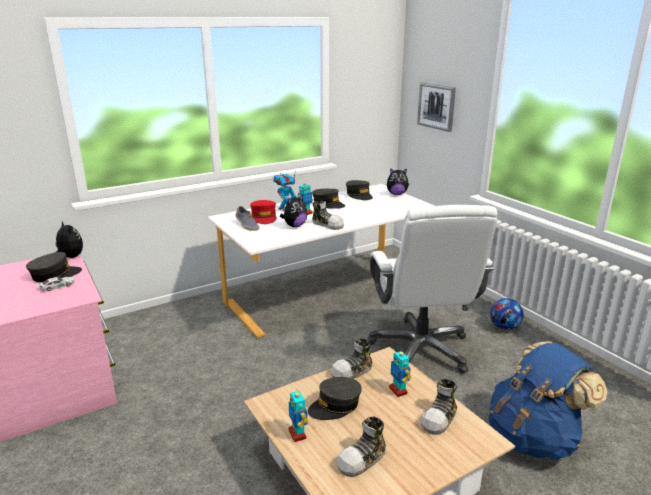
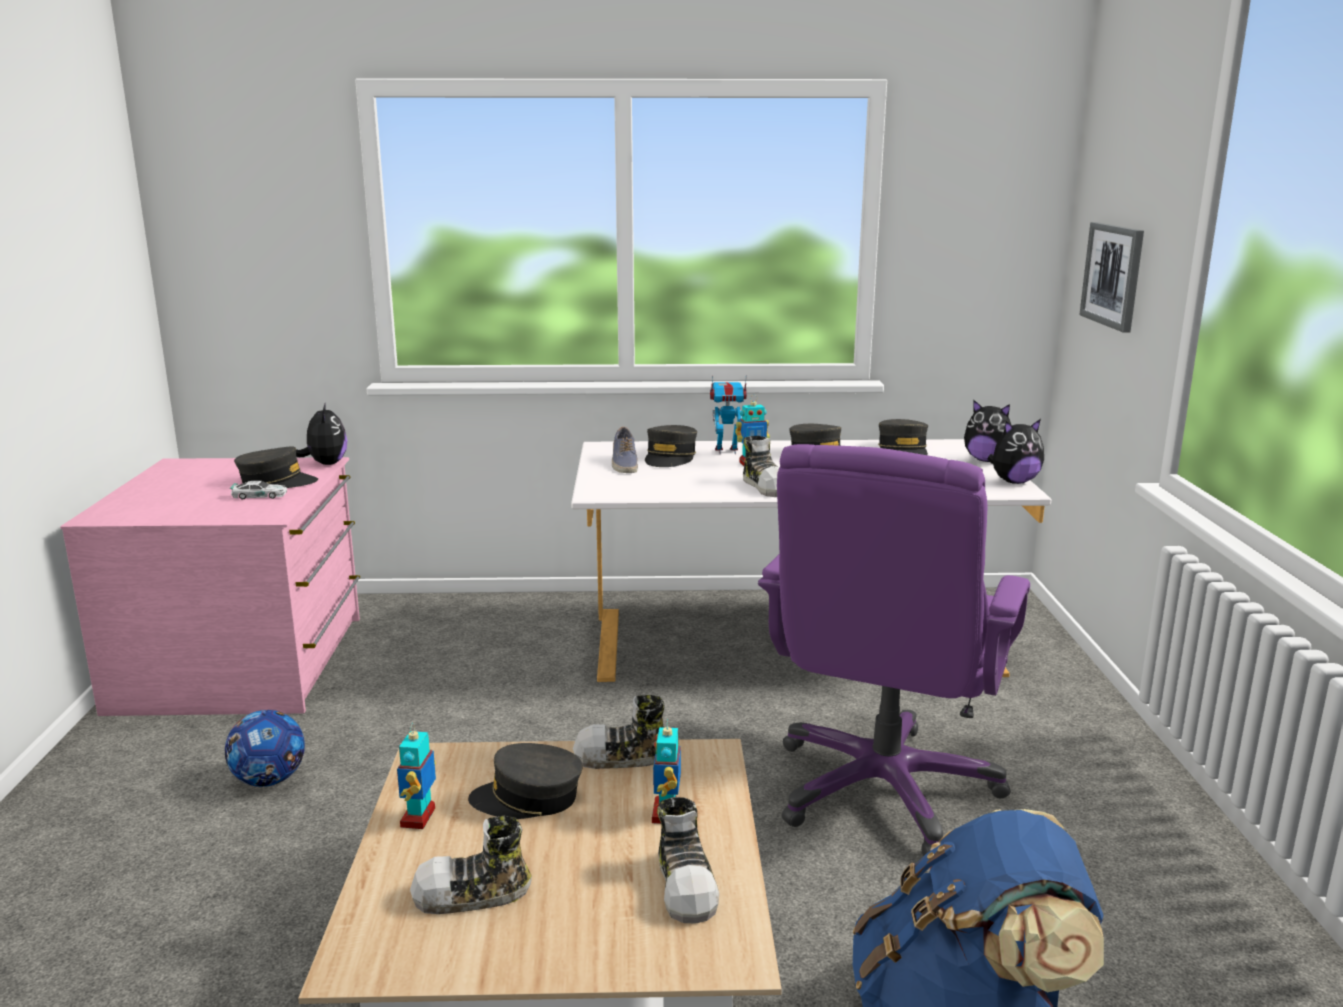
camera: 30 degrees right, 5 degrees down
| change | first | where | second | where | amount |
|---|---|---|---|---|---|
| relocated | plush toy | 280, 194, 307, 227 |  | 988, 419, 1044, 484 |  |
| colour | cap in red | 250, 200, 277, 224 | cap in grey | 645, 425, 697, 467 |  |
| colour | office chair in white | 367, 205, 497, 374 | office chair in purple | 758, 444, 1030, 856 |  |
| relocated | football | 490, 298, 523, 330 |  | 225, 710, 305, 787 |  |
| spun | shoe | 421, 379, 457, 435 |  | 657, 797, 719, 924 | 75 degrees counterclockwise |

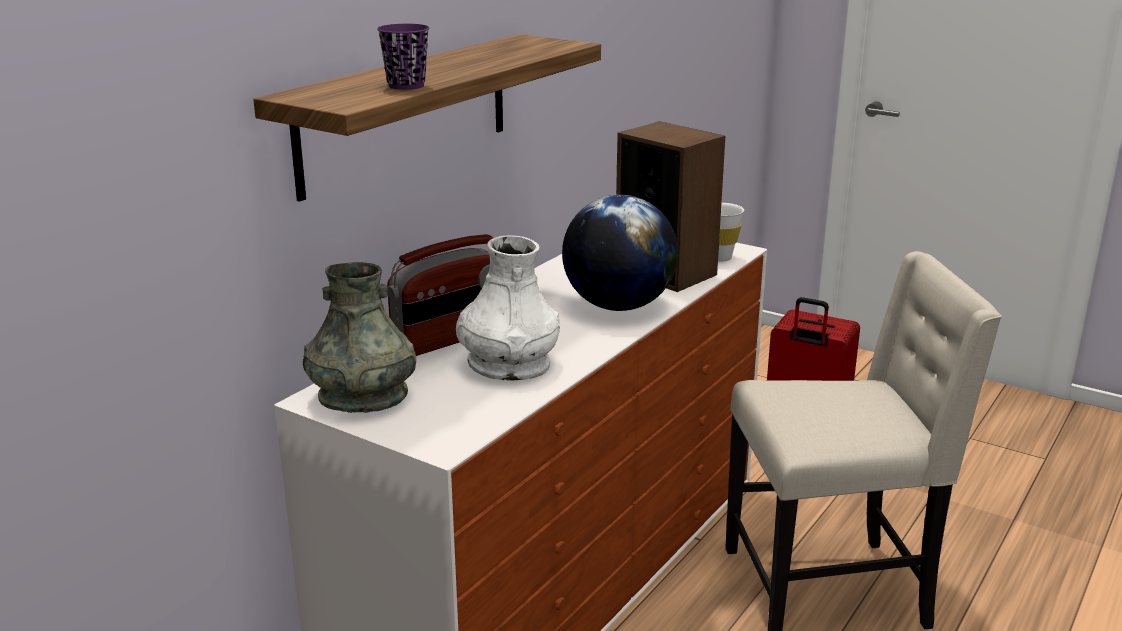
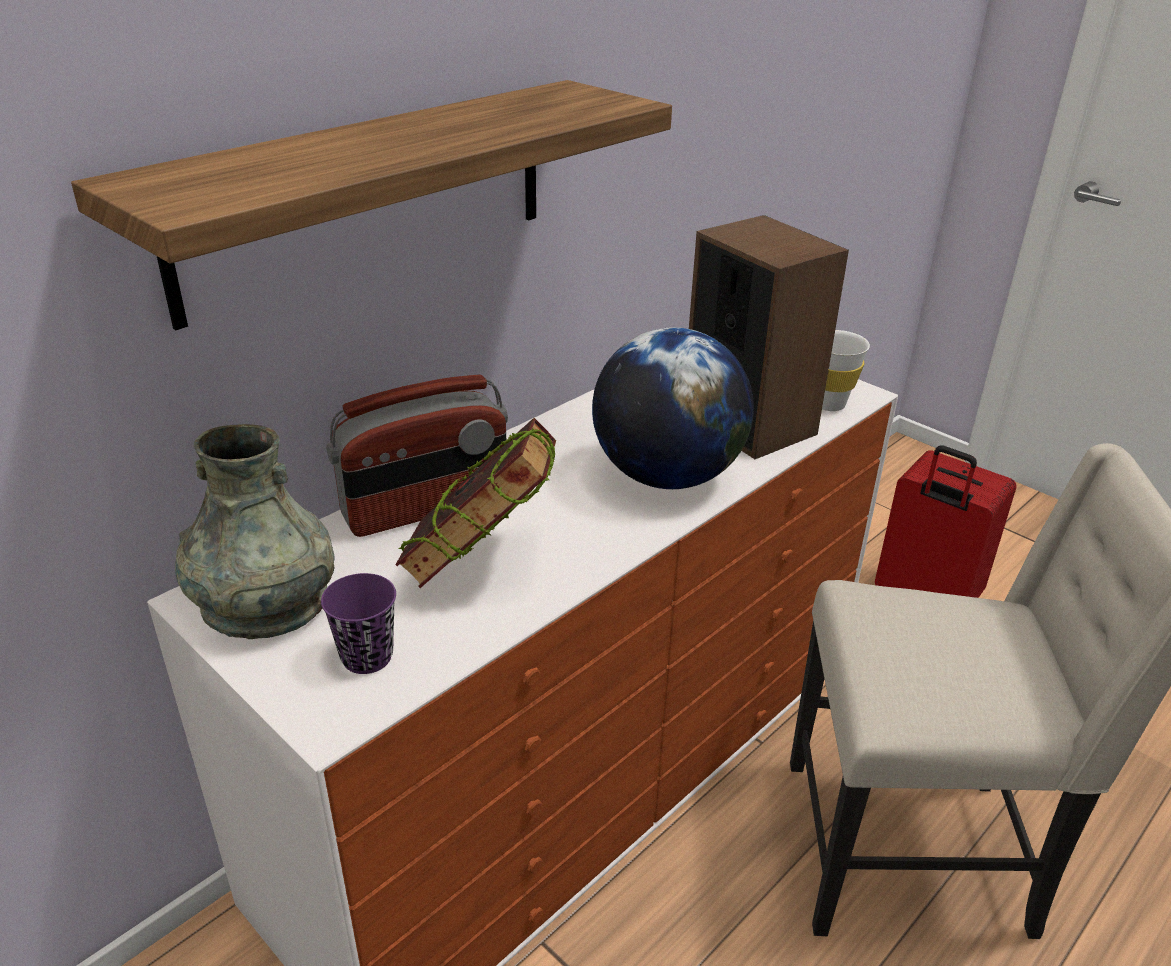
camera: 10 degrees right, 10 degrees up
| change | first | where | second | where | amount |
|---|---|---|---|---|---|
| relocated | cup in purple | 377, 24, 429, 90 |  | 321, 573, 396, 674 |  |
| exchanged | vase in white | 456, 235, 560, 381 | book | 395, 418, 556, 588 |  |

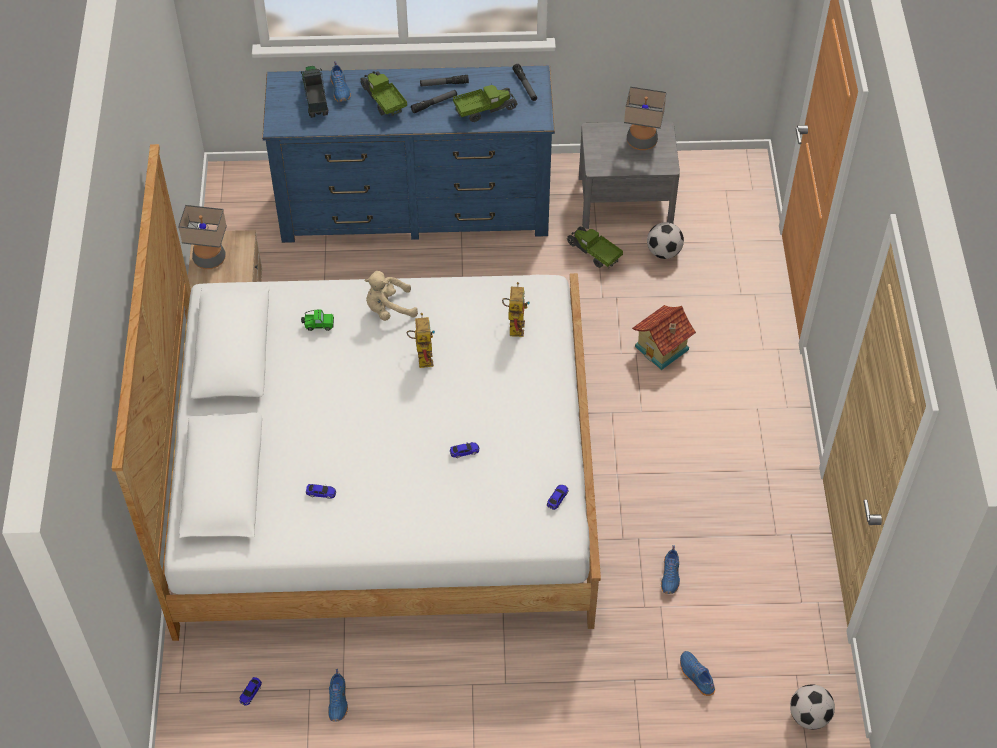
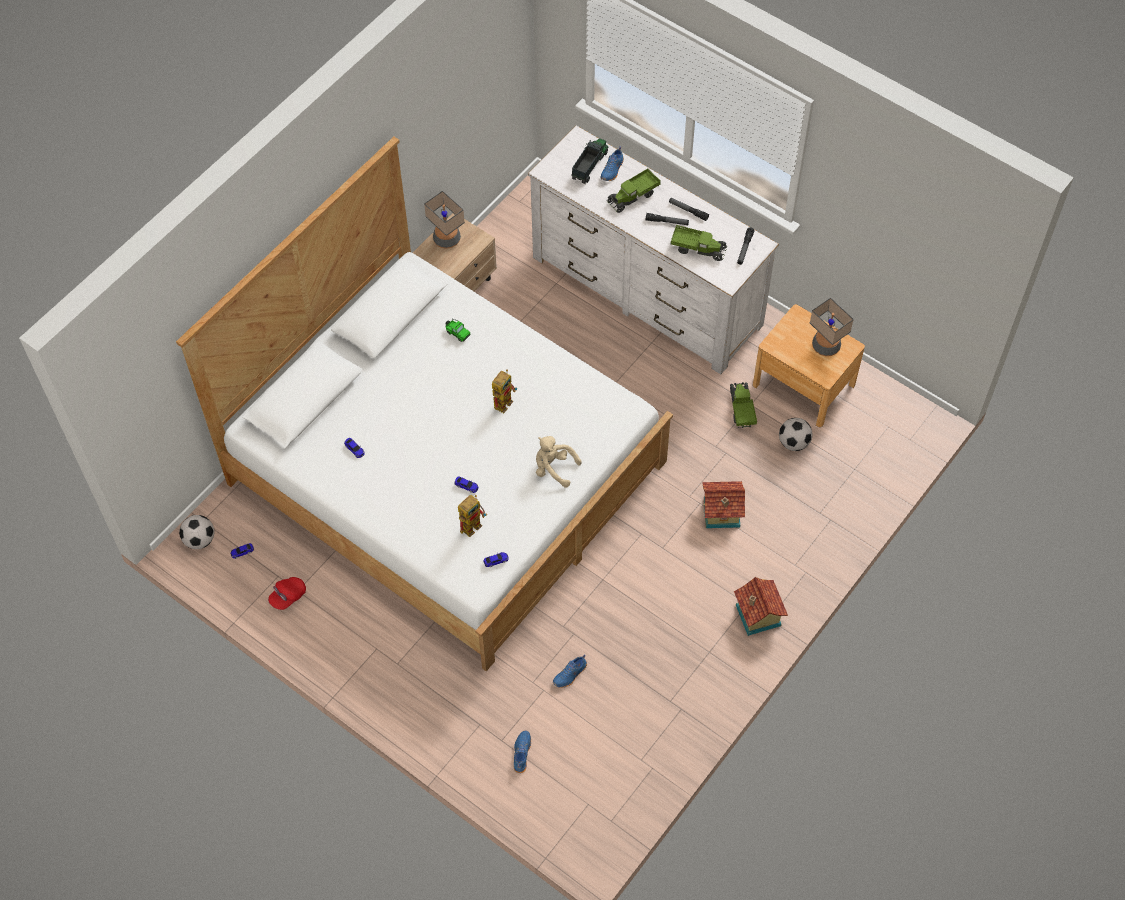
camera: 40 degrees right, 5 degrees up
| change | first | where | second | where | amount |
|---|---|---|---|---|---|
| colour | dresser in blue | 262, 65, 555, 243 | dresser in white | 528, 125, 779, 374 |  |
| spun | toy truck | 360, 71, 407, 116 |  | 607, 168, 661, 213 | 135 degrees counterclockwise |
| colour | nightstand in grey | 579, 121, 680, 229 | nightstand in brown | 753, 304, 865, 427 |  |
| relocated | plush toy in beige | 364, 271, 418, 321 |  | 536, 436, 582, 488 |  |
| relocated | toy robot | 502, 282, 530, 337 |  | 458, 495, 487, 537 |  |
| exchanged | shoe in blue | 328, 669, 348, 722 | cap in red | 268, 577, 306, 610 |  |
| relocated | football | 790, 684, 835, 729 |  | 179, 515, 214, 549 |  |
| appeared |  |  | toy house | 734, 577, 788, 636 |  |

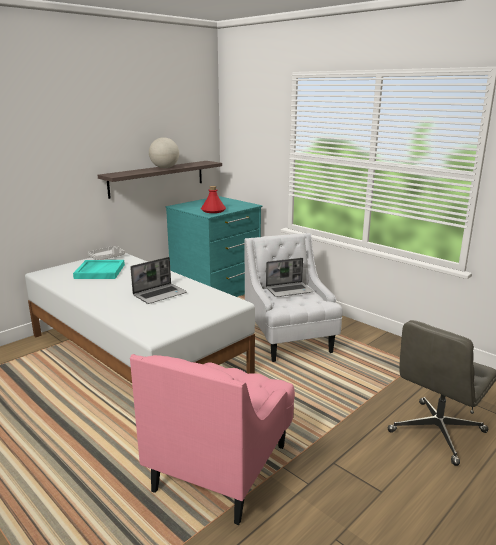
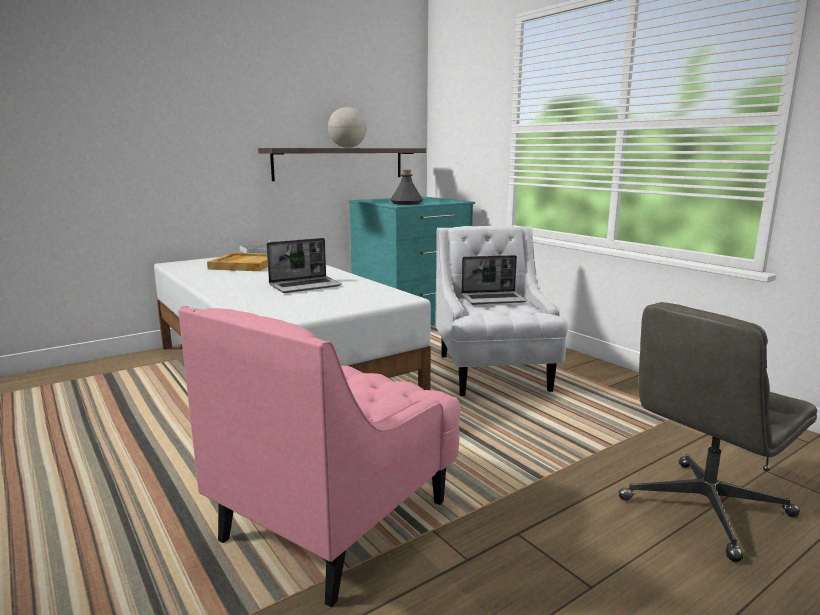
camera: 10 degrees right, 5 degrees down
| change | first | where | second | where | amount |
|---|---|---|---|---|---|
| colour | bottle in red | 201, 186, 226, 213 | bottle in grey | 390, 170, 423, 205 |  |
| colour | tray in turquoise | 73, 260, 125, 279 | tray in beige | 207, 253, 268, 271 |  |

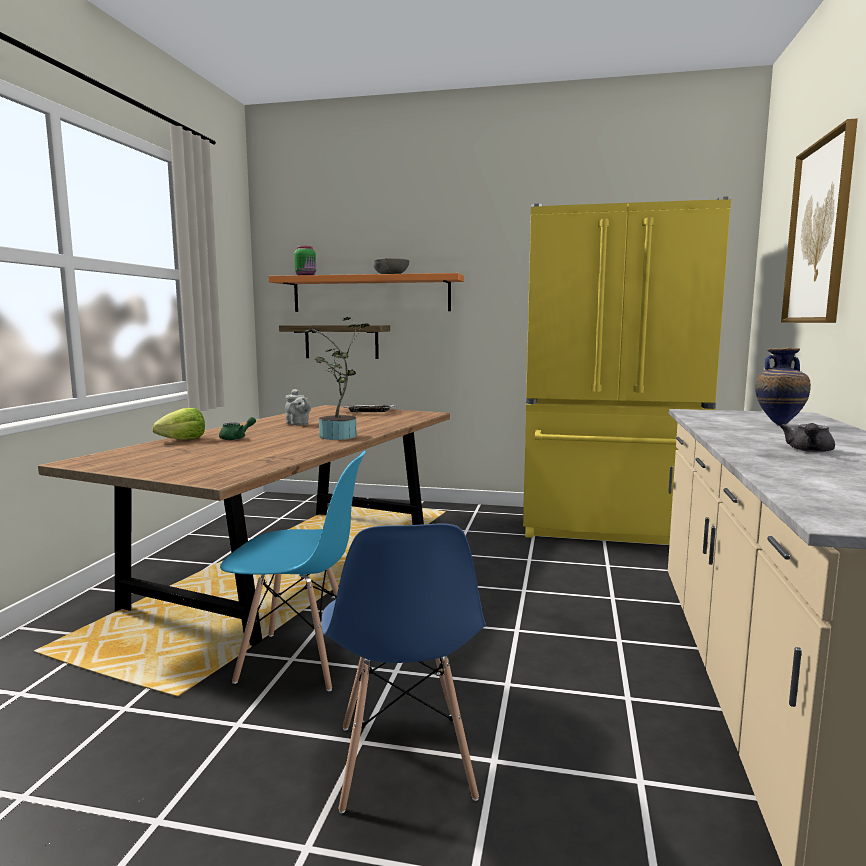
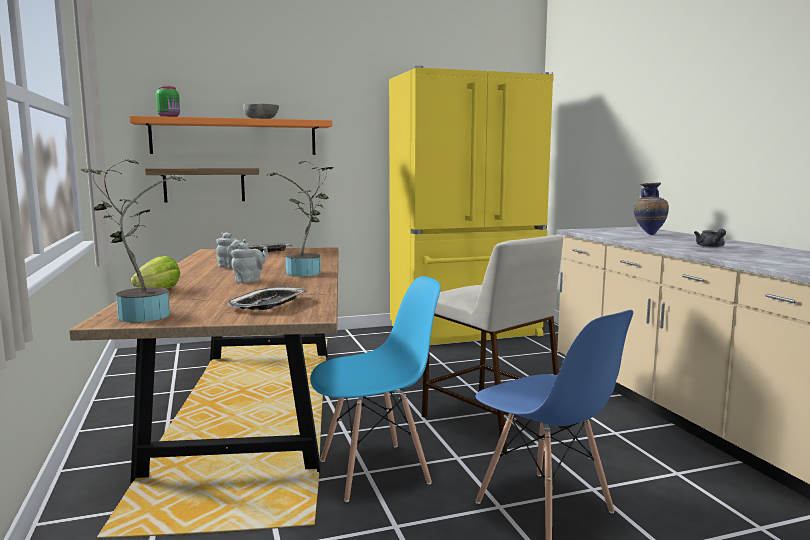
camera: 30 degrees left, 0 degrees up
| change | first | where | second | where | amount |
|---|---|---|---|---|---|
| missing | picture | 781, 118, 858, 323 |  |  |  |
| missing | teapot in green | 219, 417, 256, 440 |  |  |  |
| appeared |  |  | potted plant | 81, 159, 185, 322 |  |
| appeared |  |  | stool in beige | 422, 235, 564, 455 |  |
| appeared |  |  | teapot in grey | 231, 242, 268, 283 |  |
| appeared |  |  | tray | 227, 287, 307, 310 |  |

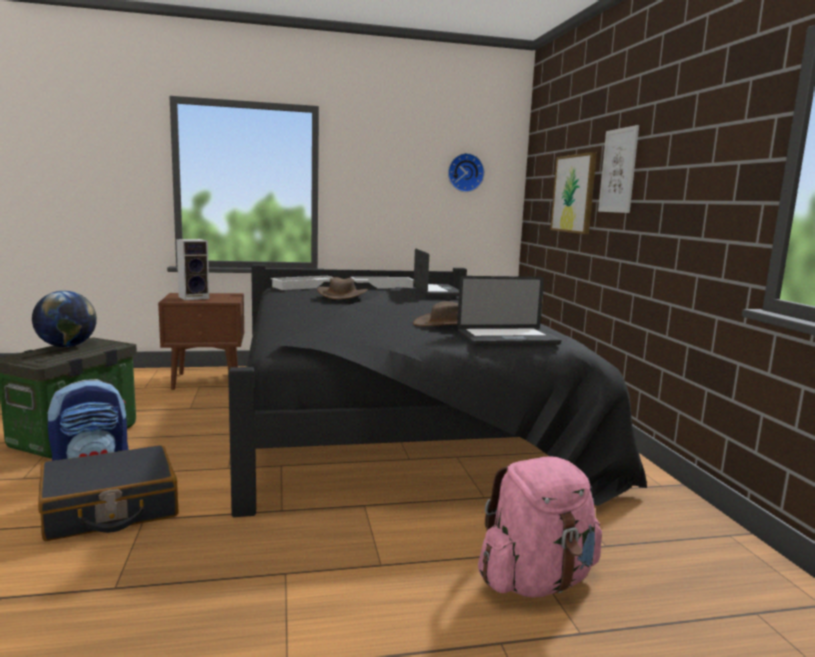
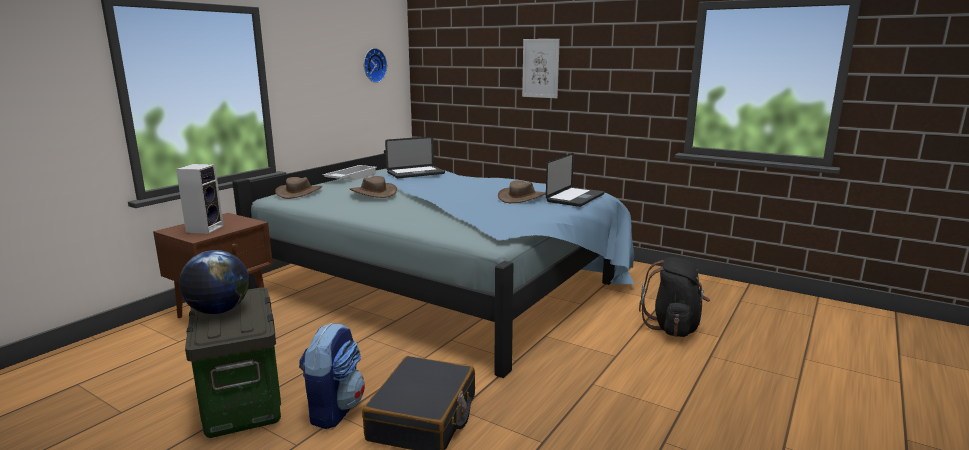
camera: 45 degrees left, 5 degrees up
| change | first | where | second | where | amount |
|---|---|---|---|---|---|
| missing | picture | 550, 152, 597, 234 |  |  |  |
| spun | laptop | 414, 249, 459, 296 |  | 385, 136, 445, 178 | 120 degrees clockwise |
| colour | bed in black | 228, 264, 647, 517 | bed in blue | 232, 150, 634, 378 |  |
| exchanged | tray in white | 270, 276, 333, 290 | hat in brown | 275, 177, 322, 199 |  |
| colour | backpack in pink | 478, 456, 602, 598 | backpack in black | 639, 257, 710, 337 |  |

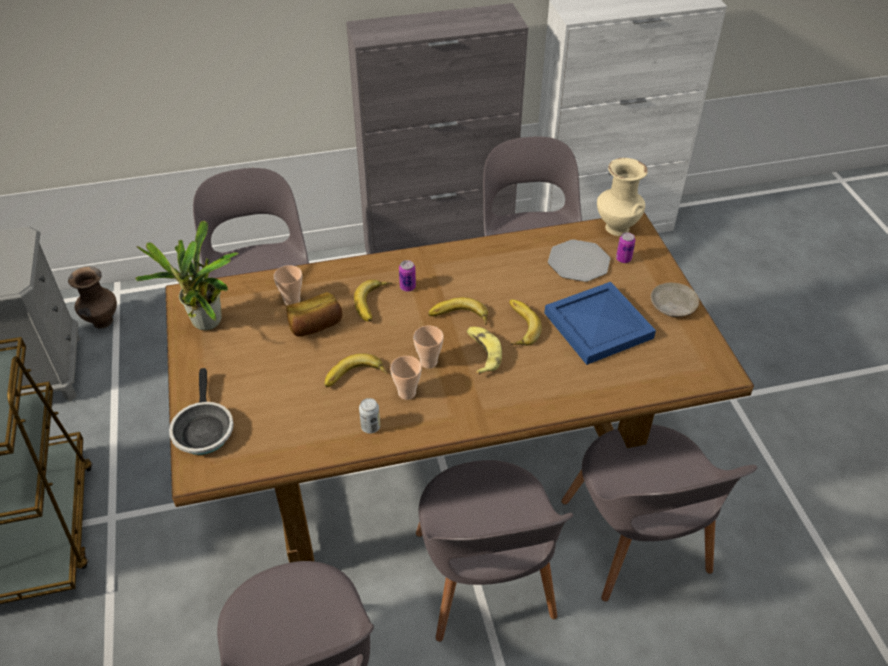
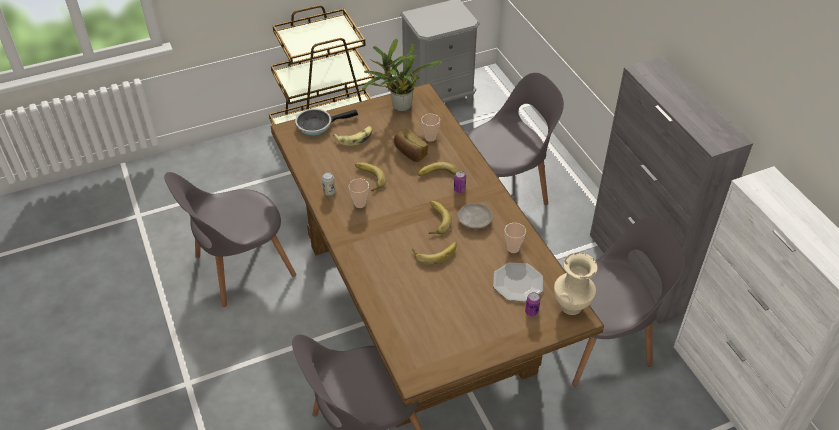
camera: 80 degrees right, 0 degrees up
| change | first | where | second | where | amount |
|---|---|---|---|---|---|
| missing | vase in brown | 68, 267, 117, 329 |  |  |  |
| missing | tray in blue | 544, 282, 656, 365 |  |  |  |
| relocated | plate in beige | 651, 283, 699, 317 |  | 458, 203, 493, 229 |  |
| relocated | cup | 413, 326, 444, 369 |  | 505, 223, 526, 253 |  |
| relocated | banana | 466, 327, 502, 375 |  | 333, 126, 372, 146 |  |
| missing | chair in grey | 416, 460, 574, 642 |  |  |  |

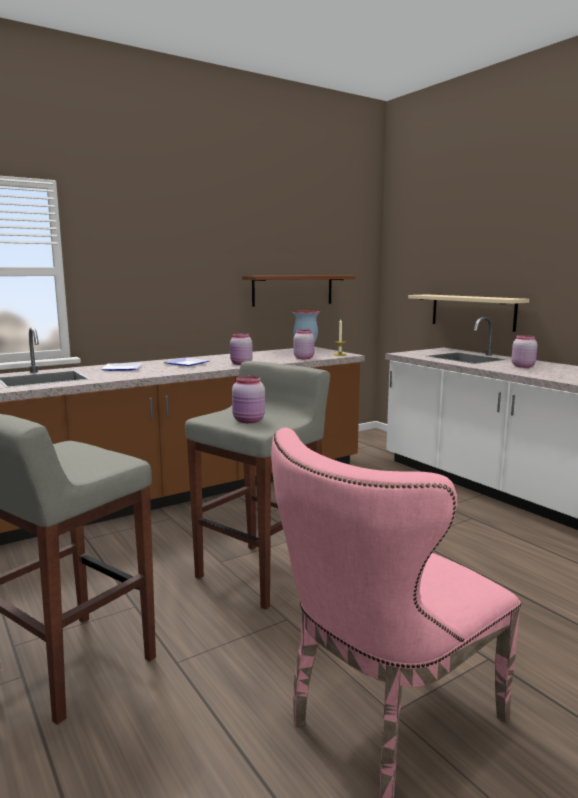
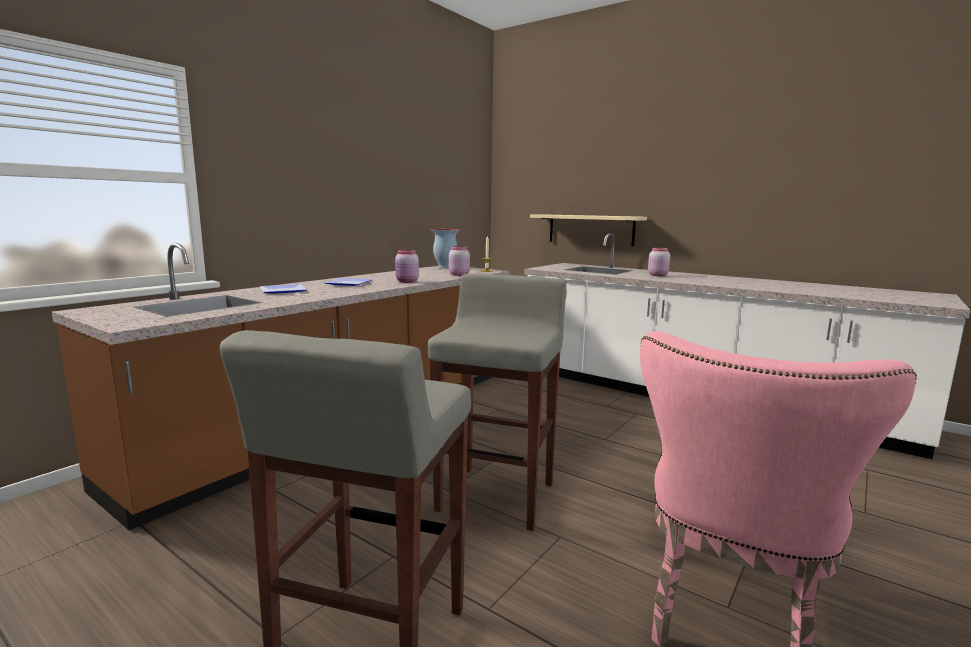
camera: 20 degrees left, 0 degrees up
| change | first | where | second | where | amount |
|---|---|---|---|---|---|
| missing | shelf in brown | 242, 276, 355, 307 |  |  |  |
| missing | jar in pink | 232, 376, 265, 423 |  |  |  |

